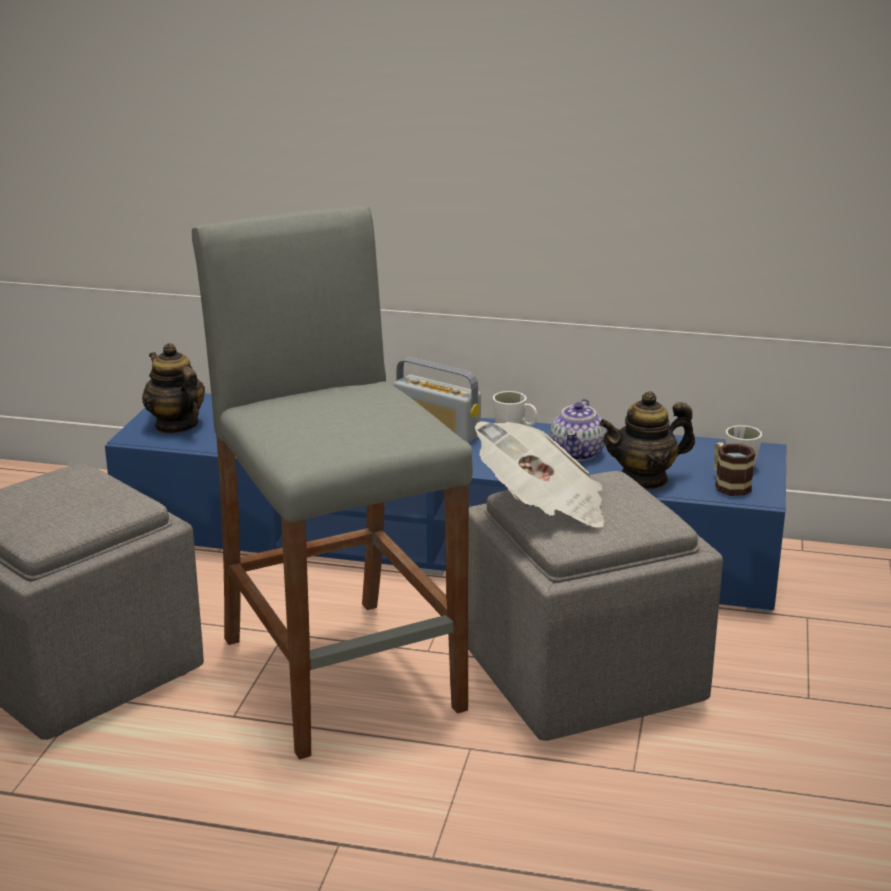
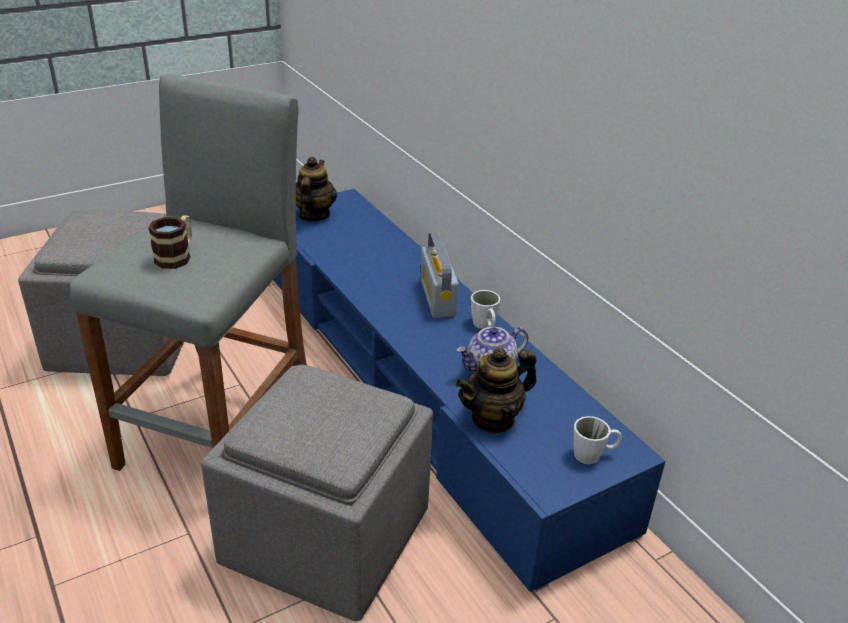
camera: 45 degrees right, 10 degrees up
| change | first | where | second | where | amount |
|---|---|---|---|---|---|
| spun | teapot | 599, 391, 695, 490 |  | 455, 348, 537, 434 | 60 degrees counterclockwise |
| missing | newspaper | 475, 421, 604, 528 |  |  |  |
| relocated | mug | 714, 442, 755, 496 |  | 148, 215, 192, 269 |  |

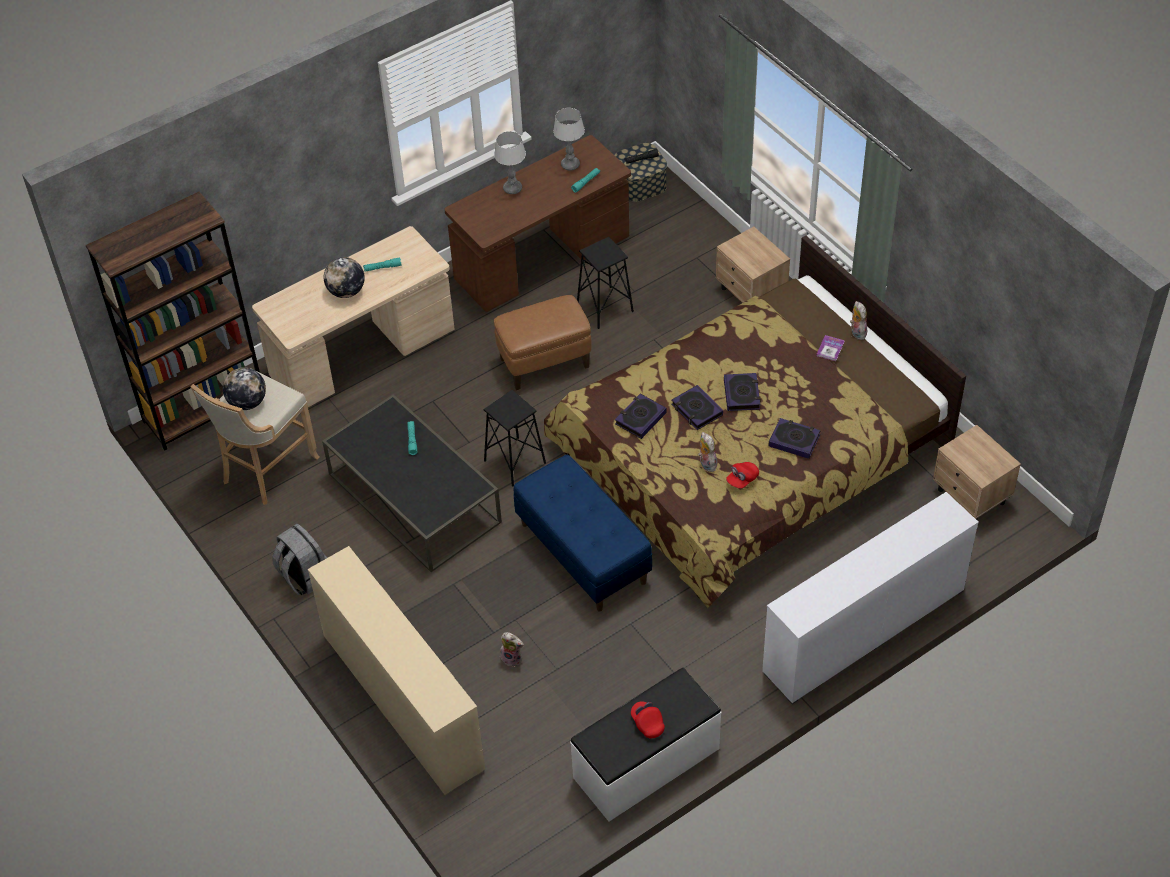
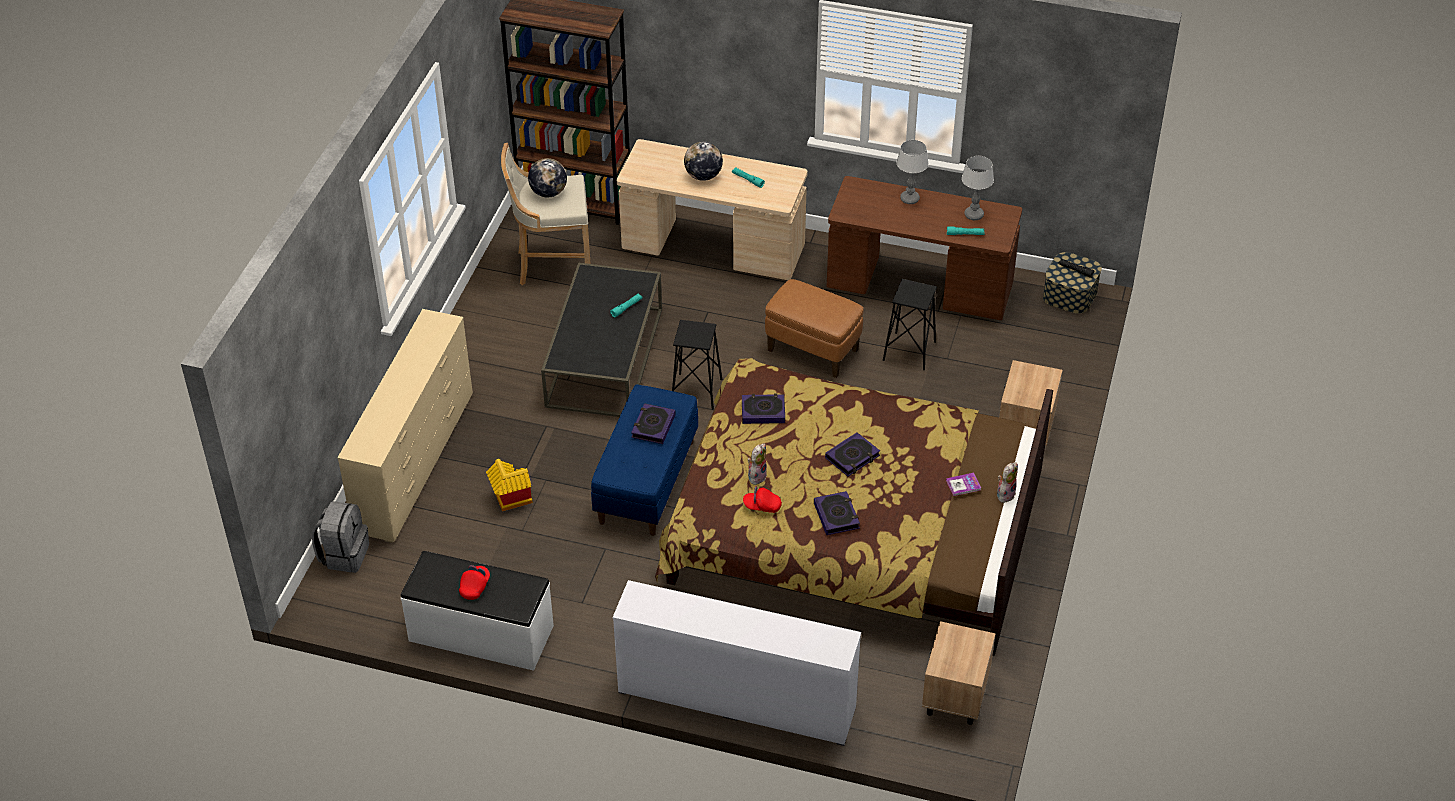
camera: 50 degrees right, 5 degrees down
| change | first | where | second | where | amount |
|---|---|---|---|---|---|
| relocated | book | 672, 385, 723, 430 |  | 631, 403, 675, 444 |  |
| relocated | backpack in grey | 272, 523, 327, 595 |  | 312, 501, 369, 573 |  |
| exchanged | plush toy | 500, 632, 524, 667 | toy house | 486, 459, 533, 512 |  |

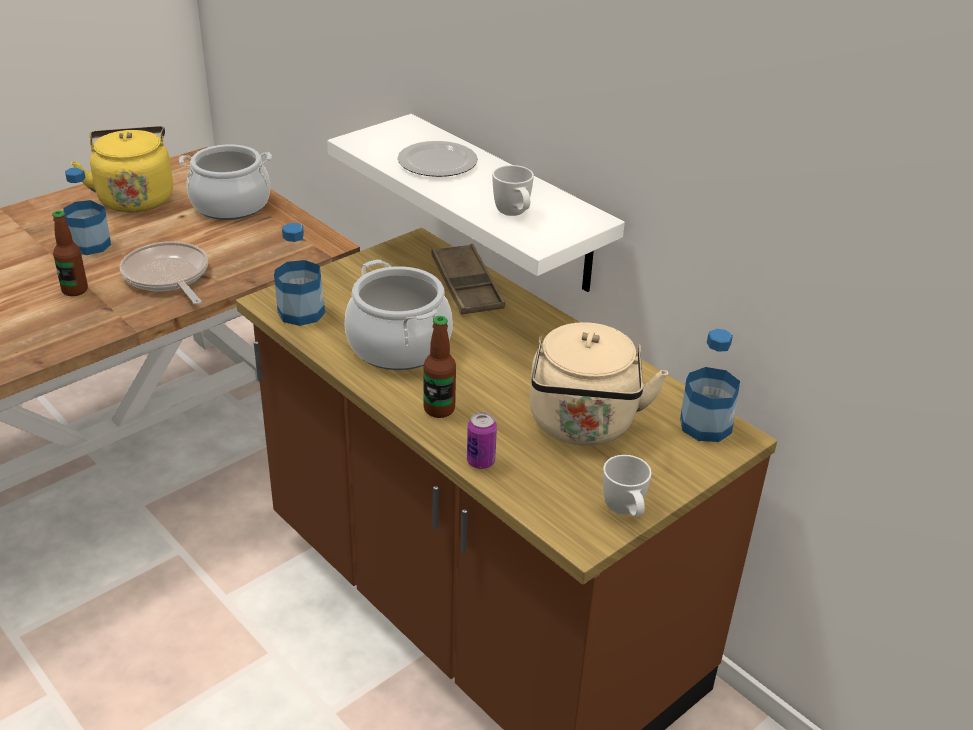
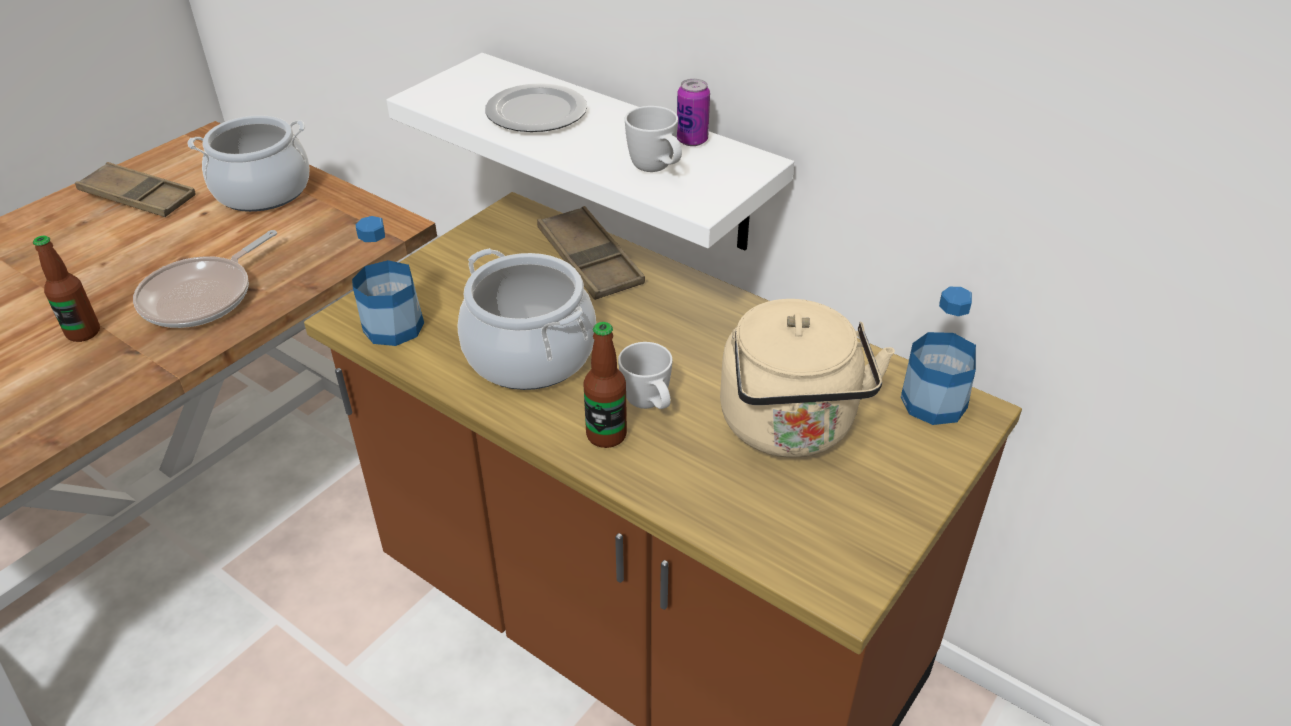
camera: 10 degrees left, 5 degrees up
| change | first | where | second | where | amount |
|---|---|---|---|---|---|
| exchanged | kettle in yellow | 71, 126, 173, 213 | tray in brown | 75, 162, 196, 217 |  |
| missing | bottle | 63, 167, 111, 255 |  |  |  |
| spun | frying pan | 120, 241, 208, 305 |  | 133, 230, 277, 328 | 105 degrees counterclockwise |
| relocated | can | 467, 412, 497, 469 |  | 677, 79, 710, 146 |  |
| relocated | mug in white | 603, 455, 652, 517 |  | 618, 342, 673, 409 |  |

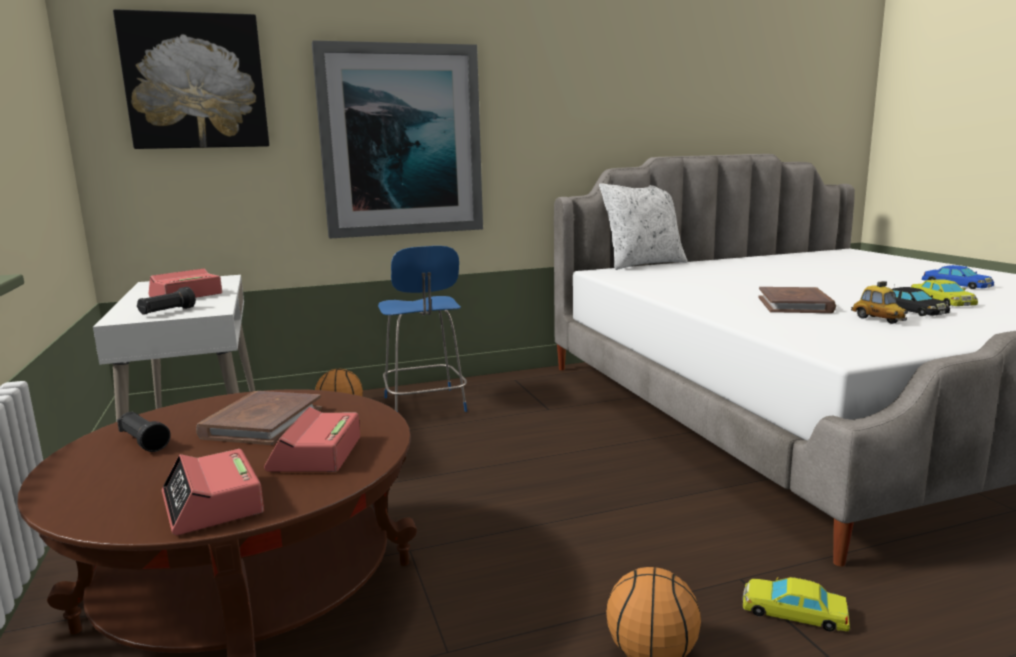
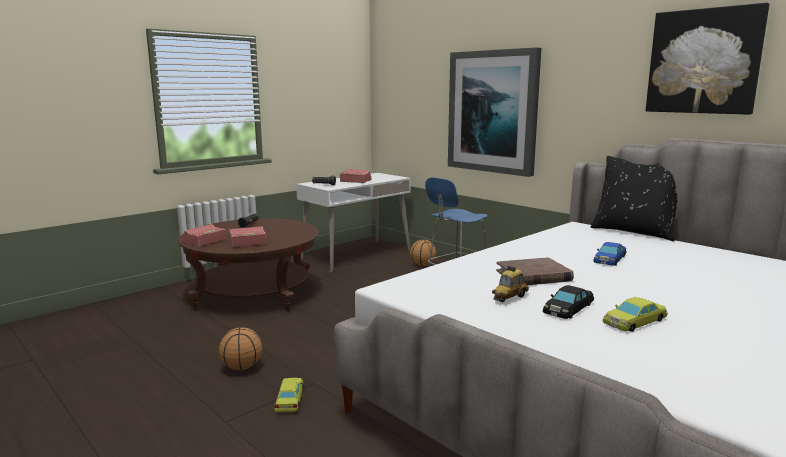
camera: 65 degrees right, 0 degrees up
| change | first | where | second | where | amount |
|---|---|---|---|---|---|
| relocated | picture | 113, 9, 269, 149 |  | 646, 3, 769, 115 |  |
| colour | pillow in white | 599, 183, 688, 270 | pillow in black | 591, 156, 677, 241 |  |
| relocated | toy car in blue | 922, 265, 994, 289 |  | 593, 242, 627, 266 |  |
| missing | book in brown | 196, 391, 322, 445 |  |  |  |

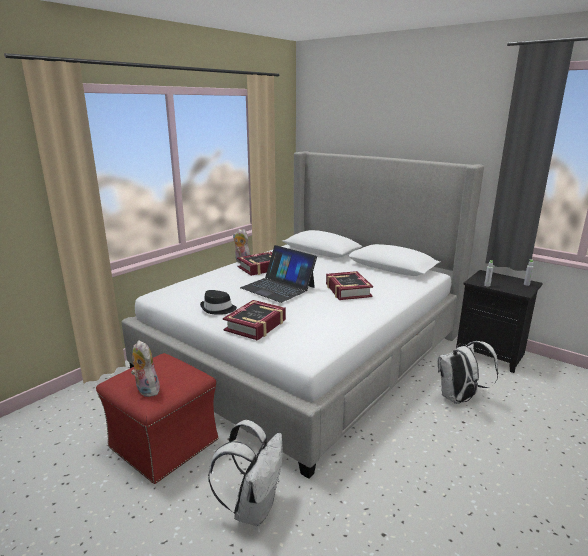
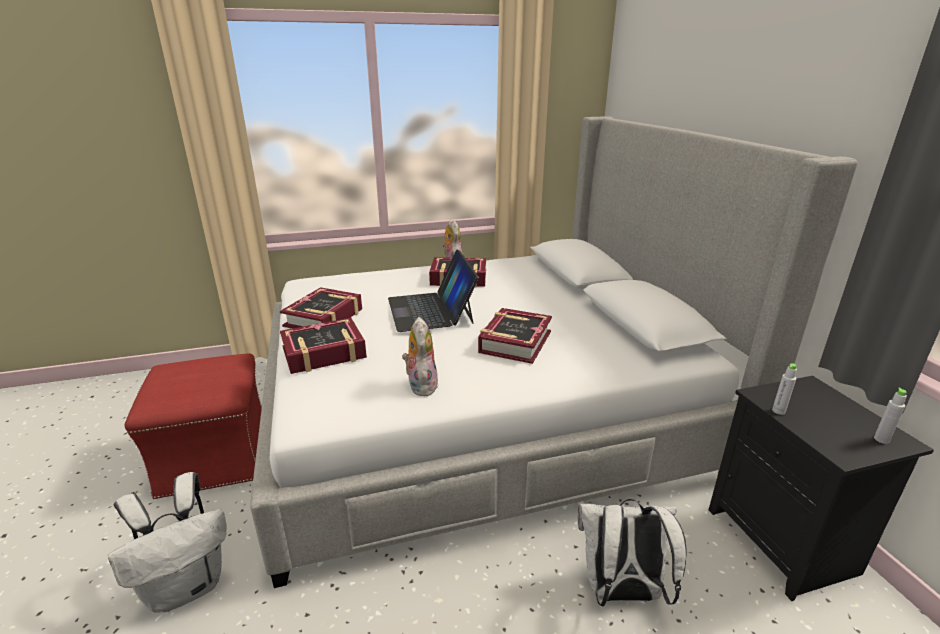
camera: 35 degrees right, 5 degrees up
| change | first | where | second | where | amount |
|---|---|---|---|---|---|
| exchanged | hat in black | 200, 290, 237, 315 | book | 280, 287, 362, 329 |  |
| relocated | plush toy | 131, 340, 160, 397 |  | 402, 317, 438, 396 |  |

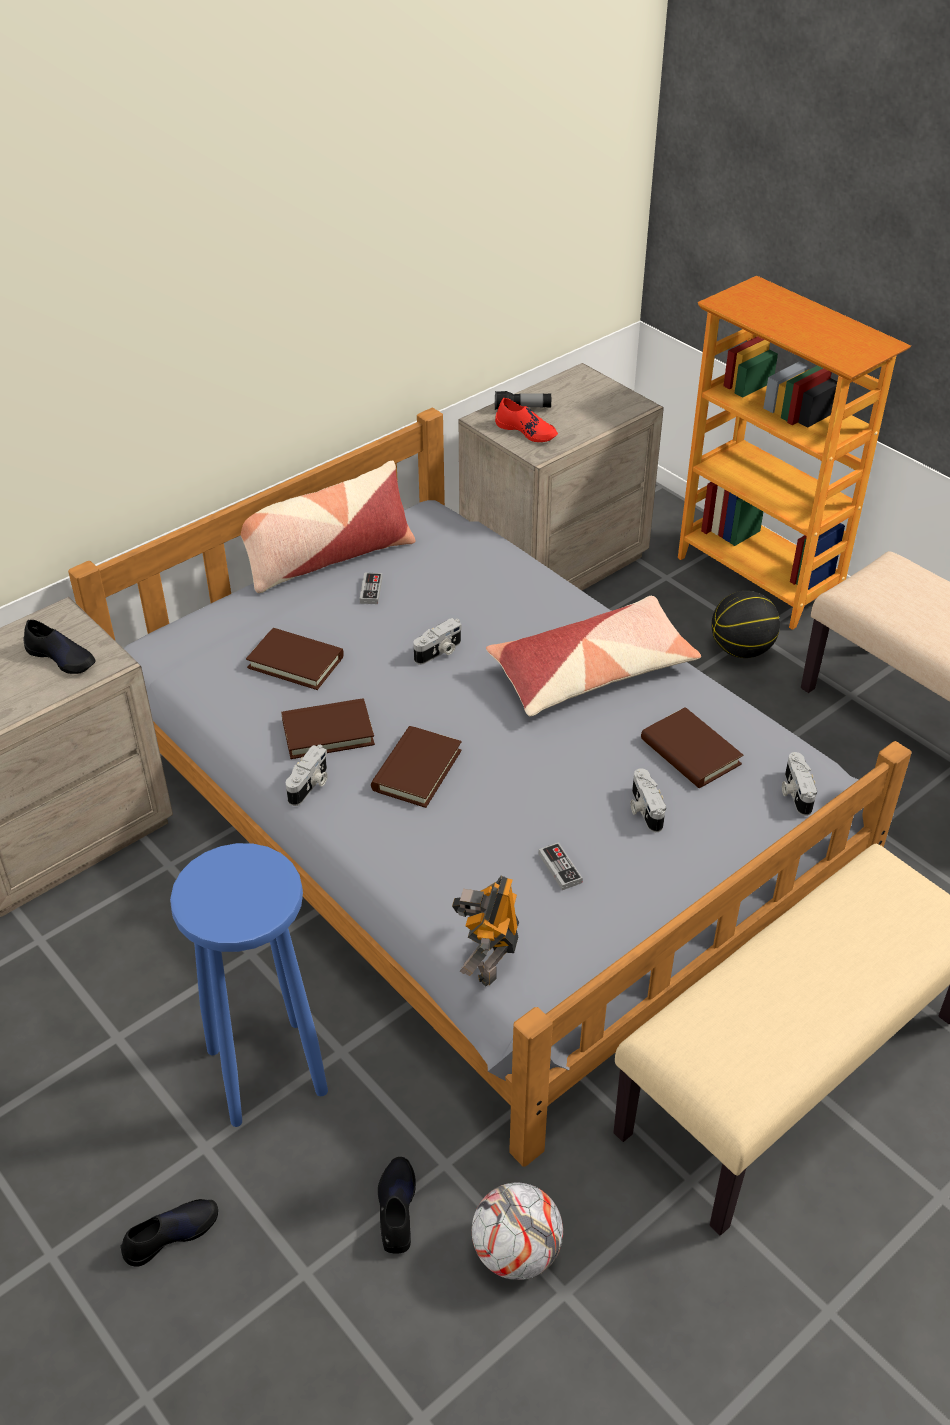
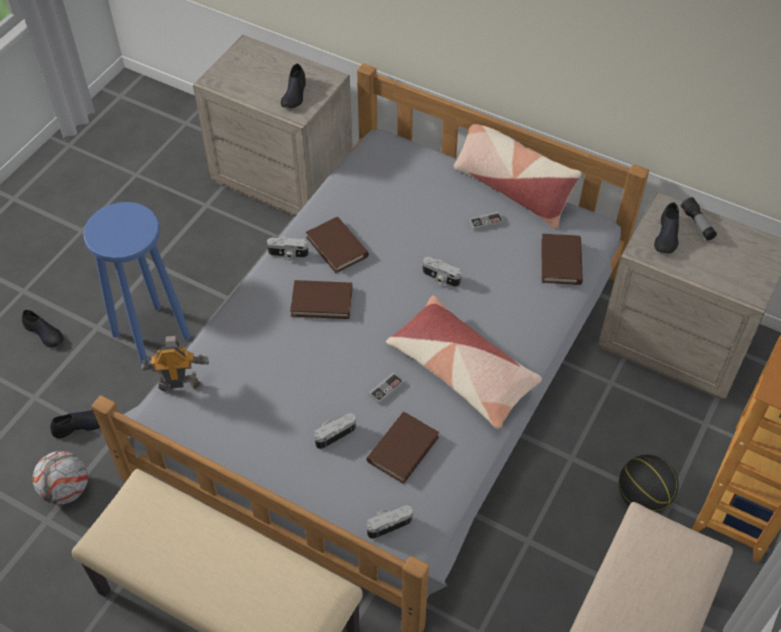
camera: 70 degrees right, 10 degrees up
| change | first | where | second | where | amount |
|---|---|---|---|---|---|
| colour | shoe in red | 495, 398, 558, 442 | shoe in black | 654, 202, 679, 254 |  |
| relocated | book in brown | 246, 628, 344, 690 |  | 541, 234, 583, 285 |  |
| relocated | game controller | 539, 842, 583, 890 |  | 369, 372, 404, 404 |  |

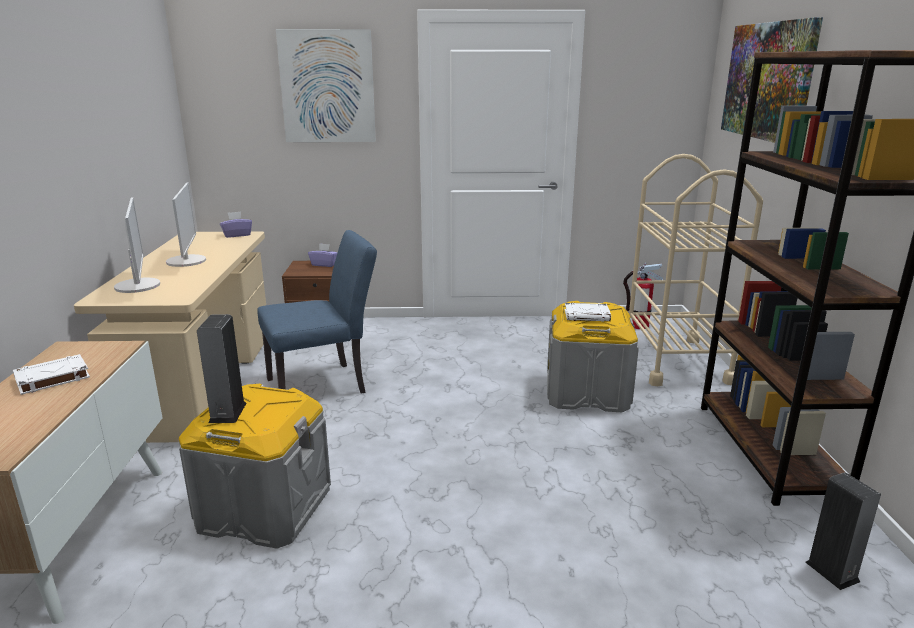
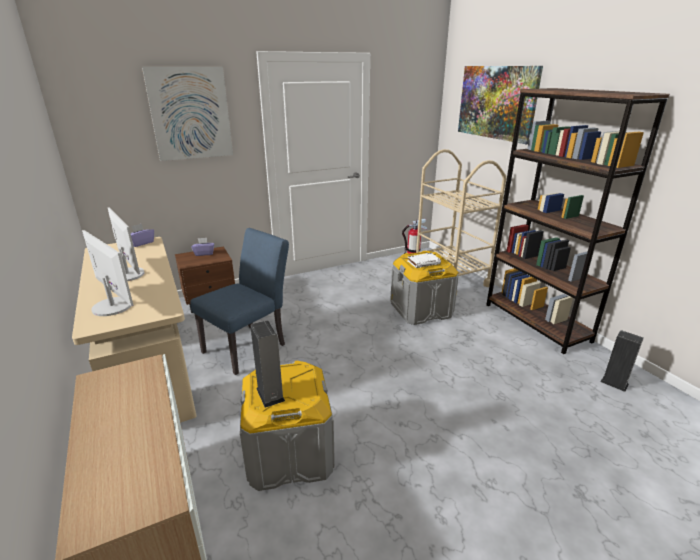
camera: 25 degrees left, 5 degrees up
| change | first | where | second | where | amount |
|---|---|---|---|---|---|
| missing | book in white | 13, 354, 90, 395 |  |  |  |

